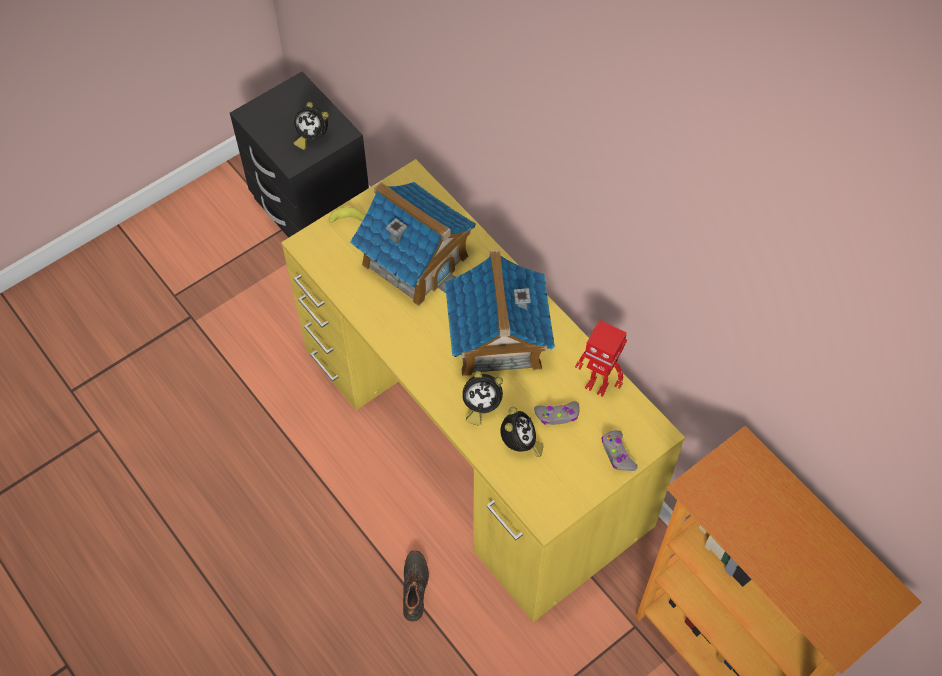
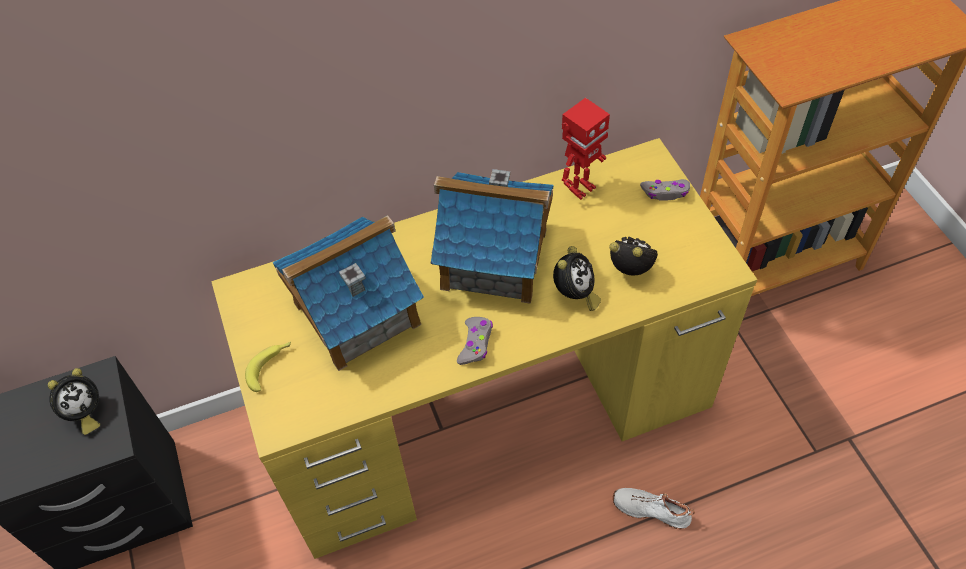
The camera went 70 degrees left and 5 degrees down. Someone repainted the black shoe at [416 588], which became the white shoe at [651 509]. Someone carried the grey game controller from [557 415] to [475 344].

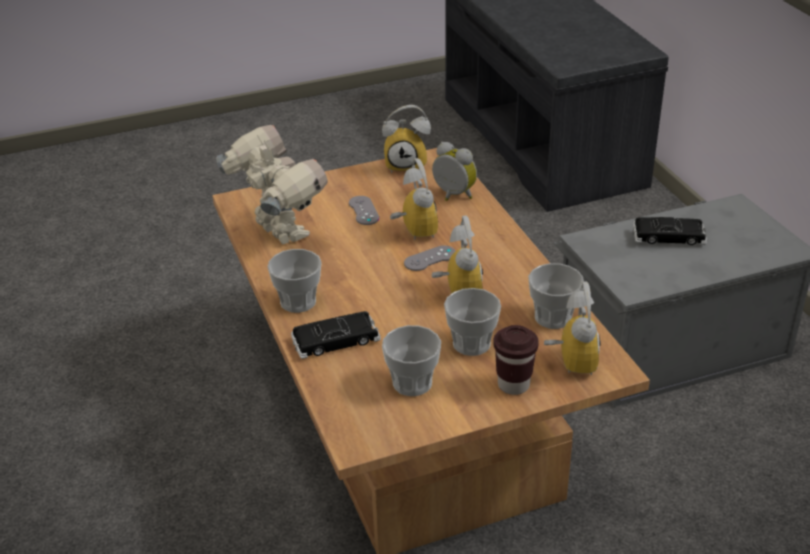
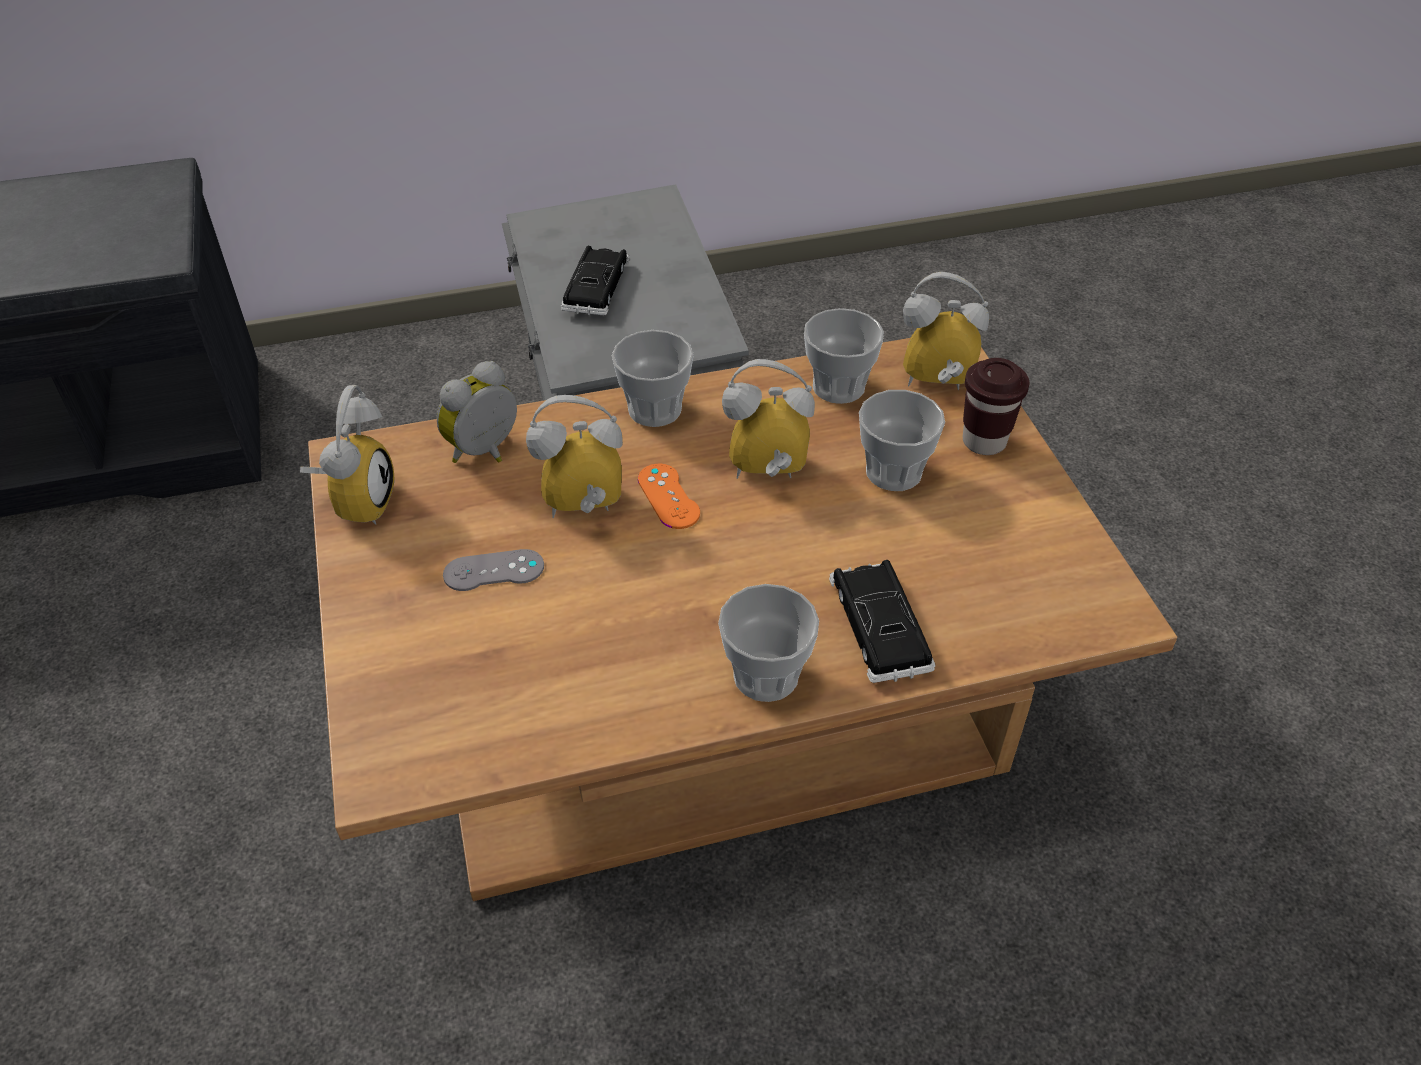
The camera went 85 degrees left and 10 degrees up. Someone took away the toy robot at [278 232]. Someone carried the cup from [412 383] to [654 409]. Someone repainted the grey game controller at [430 258], which became the orange game controller at [668 496].

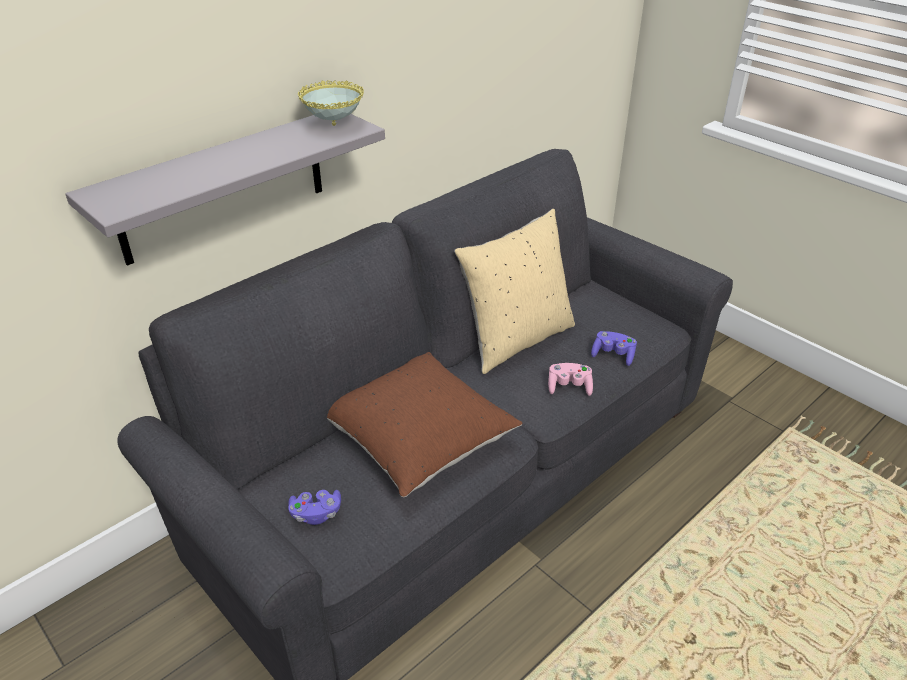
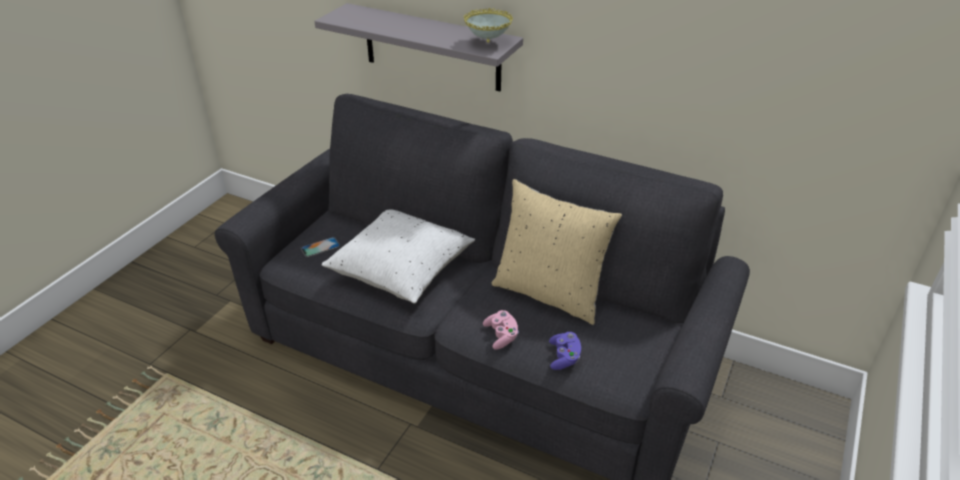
The camera went 70 degrees right and 0 degrees up. Someone swapped the purple game controller at [316 514] for the phone at [320 247]. Someone repainted the brown pillow at [418 441], which became the white pillow at [401 271].

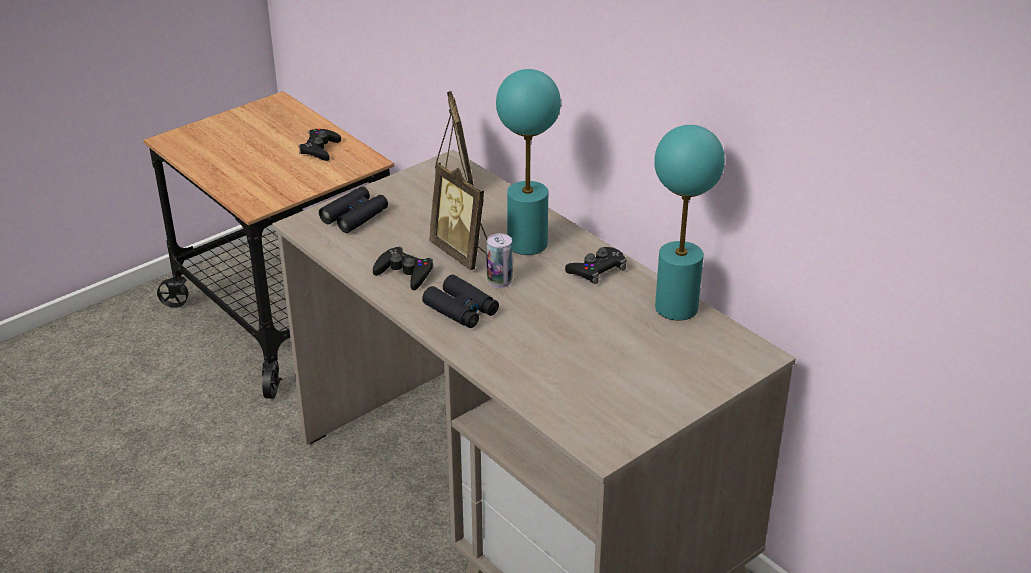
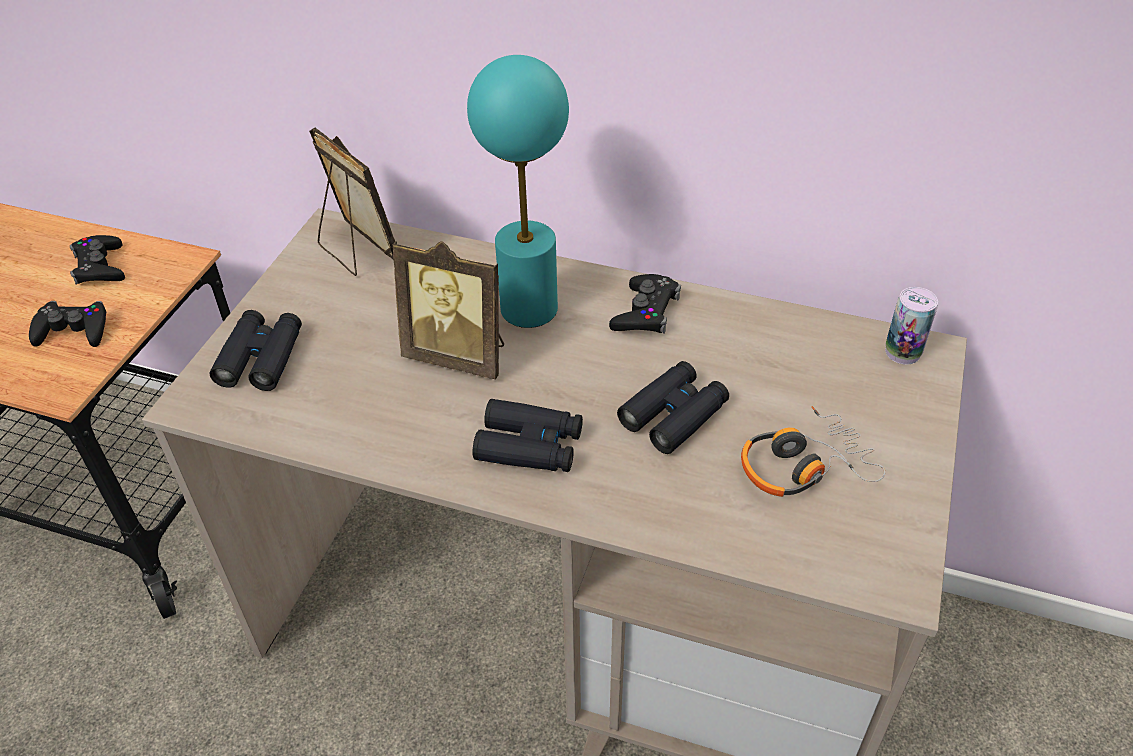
The camera went 30 degrees left and 10 degrees up. Someone carried the black game controller from [404 273] to [73 330]. Someone carried the can from [499 281] to [902 352]. Someone took away the turquoise table lamp at [676 308]. Someone put down the black binoculars at [674 415]. Someone put down the headphones at [803 466].

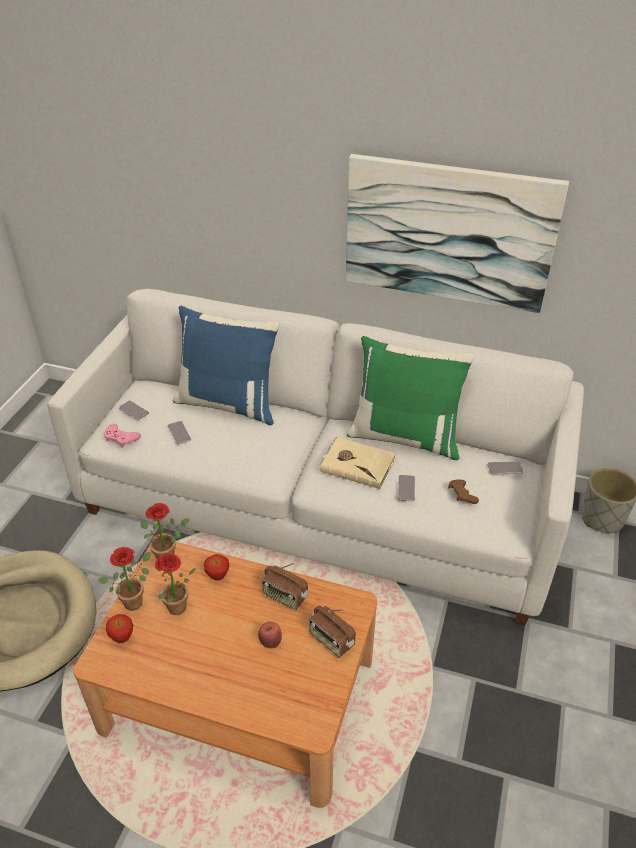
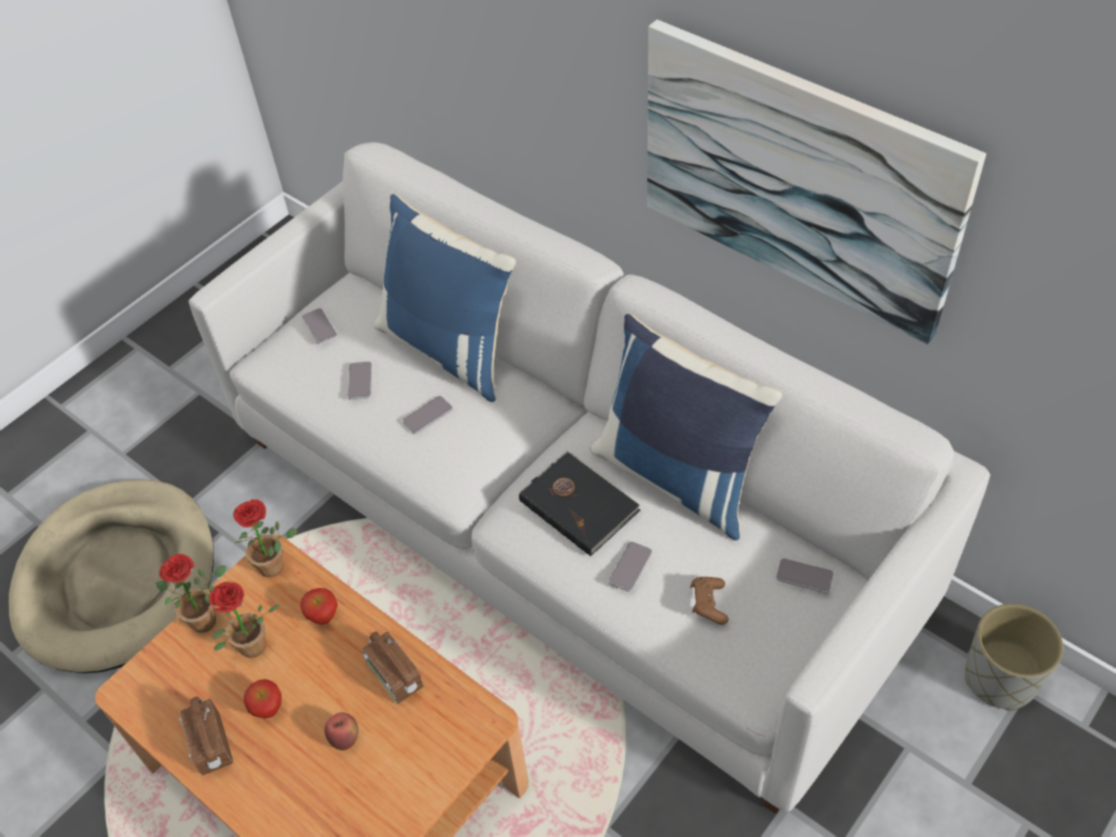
The camera went 25 degrees right and 10 degrees up. Someone took away the pink game controller at [121 438]. Someone carried the apple from [122 638] to [269 710]. Someone carried the radio from [331 640] to [211 746]. Someone repainted the beige book at [357 464], which became the black book at [579 504]. Someone repainted the green pillow at [405 436], which became the blue pillow at [679 475]. Someone put down the phone at [428 415].

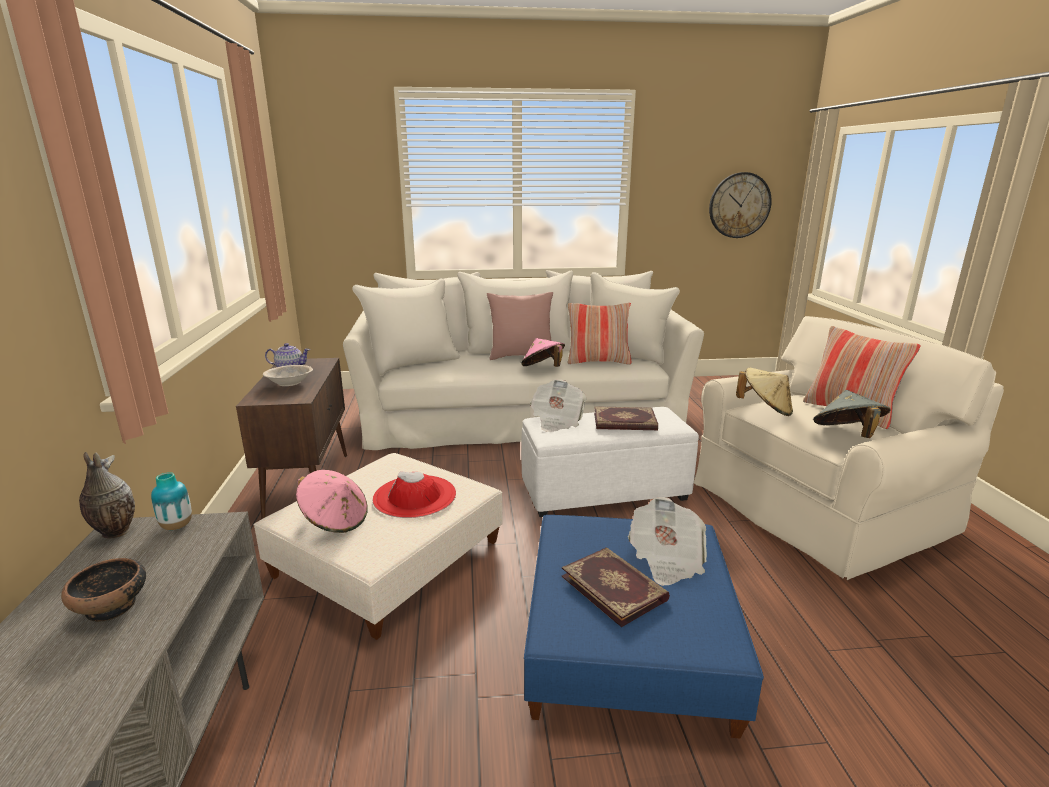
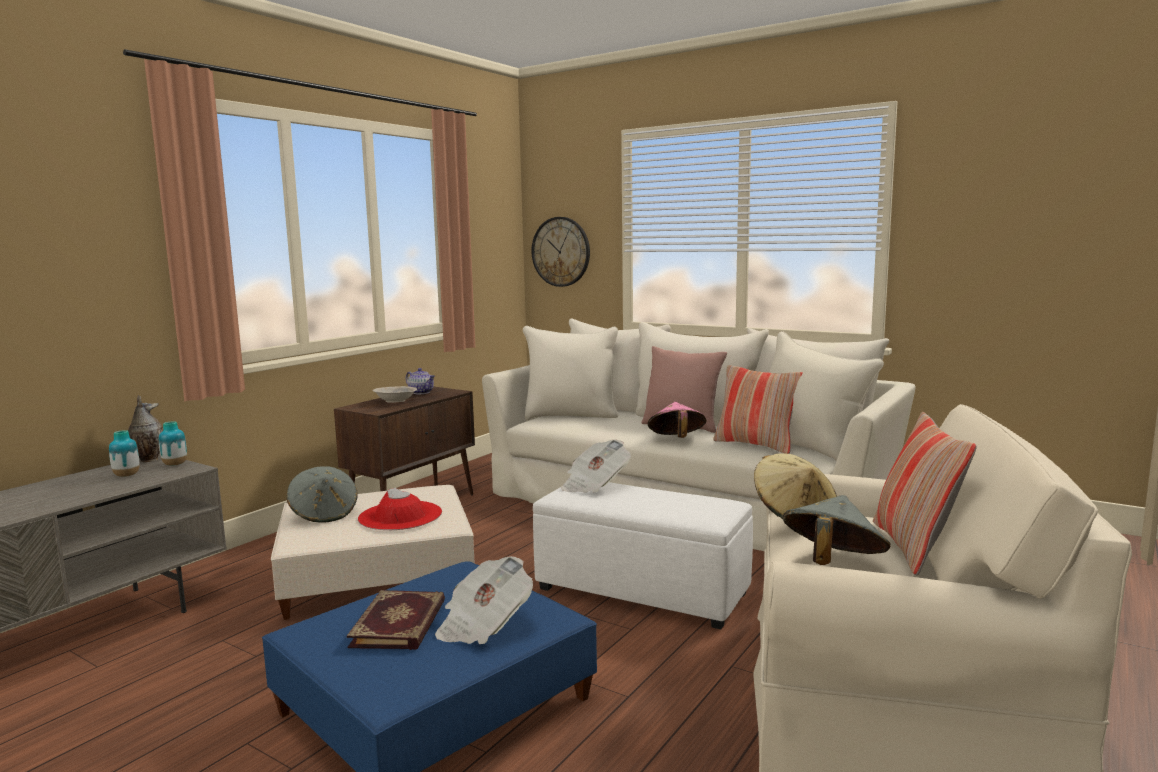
The camera went 40 degrees right and 10 degrees down. Someone took away the bowl at [112 607]. Someone repainted the pink hat at [335 520], which became the grey hat at [324 514]. Someone took away the book at [625 422]. Someone carried the wall clock from [739 205] to [561 251]. Someone put down the vase at [126 475].

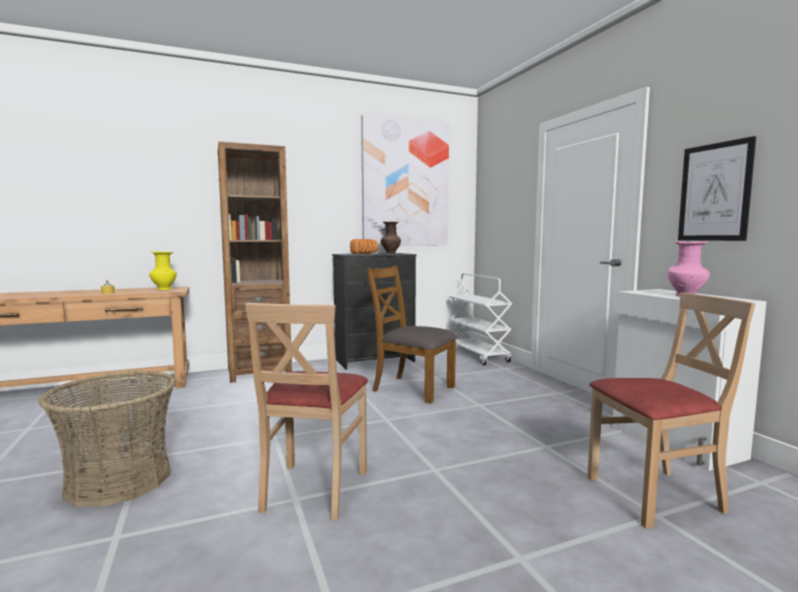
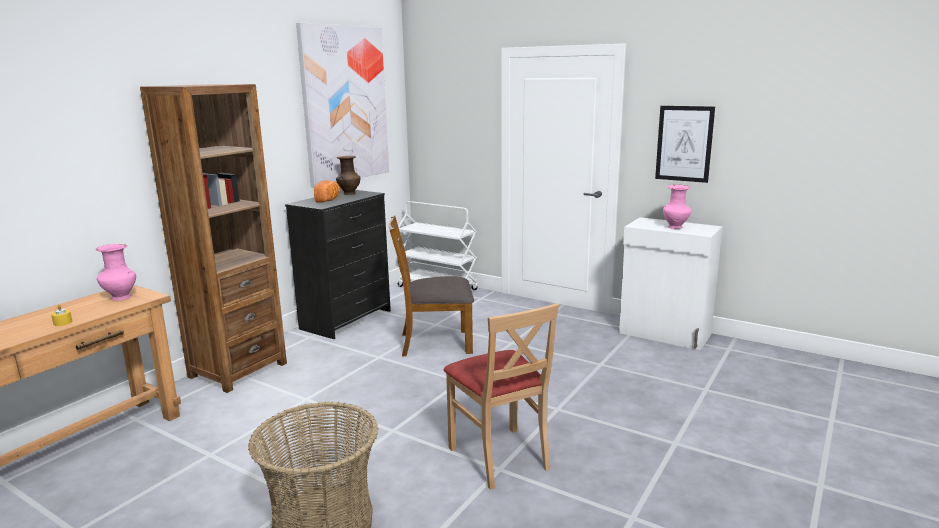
The camera went 35 degrees left and 10 degrees up. Someone repainted the yellow vase at [163 289], which became the pink vase at [120 297]. Someone took away the beige chair at [655 496].

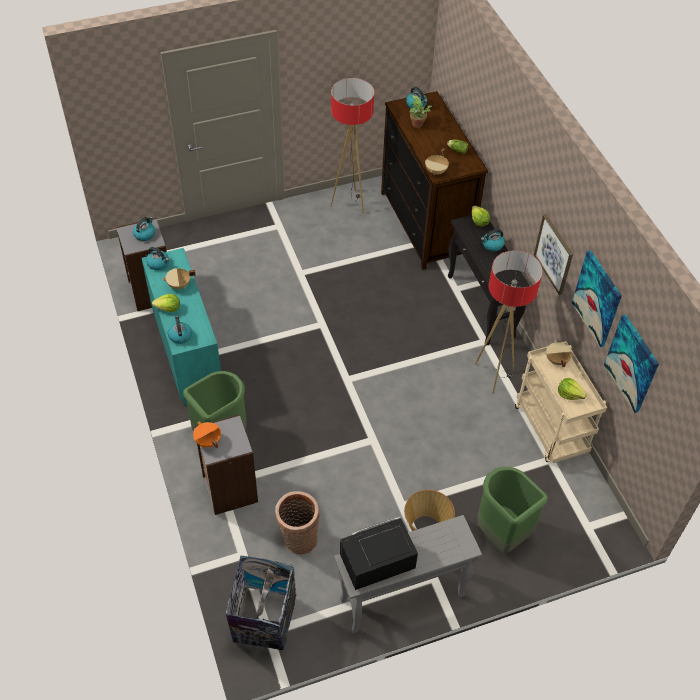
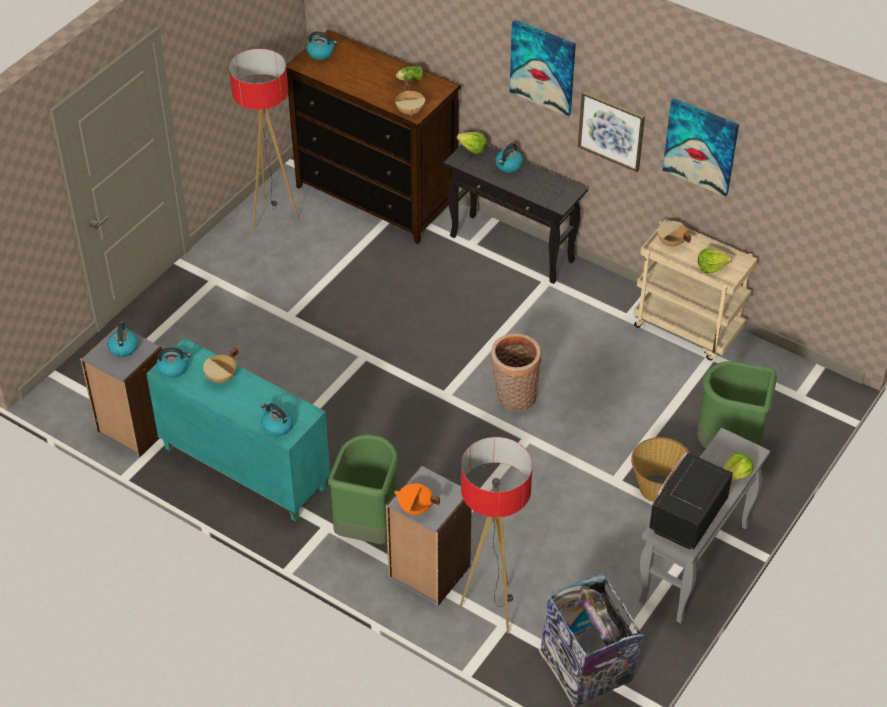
The camera went 35 degrees left and 5 degrees down. Someone carried the lettuce from [168 308] to [735 475]. Someone carried the basket from [298 539] to [514 398]. Someone took away the potted plant at [418 125]. Someone carried the floor lamp from [494 375] to [492 609]. Someone carried the picture from [632 363] to [543 67].

